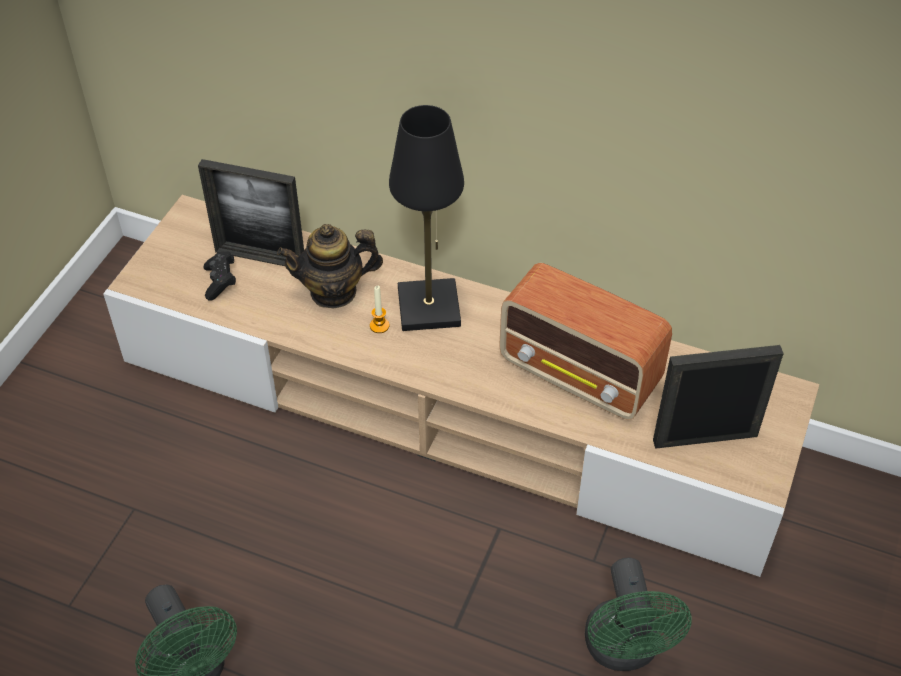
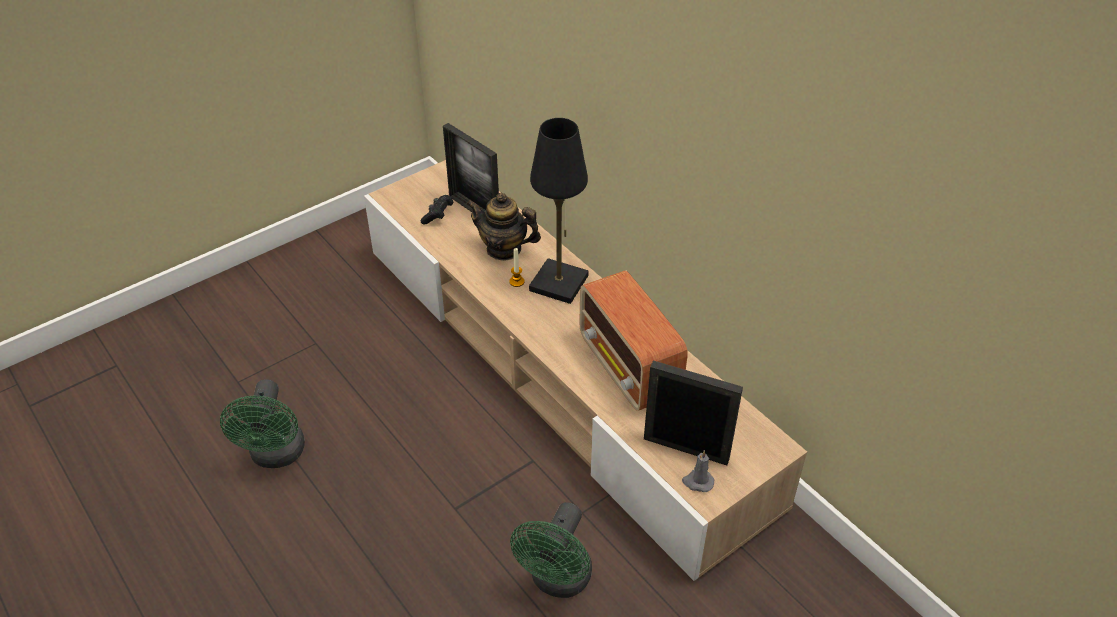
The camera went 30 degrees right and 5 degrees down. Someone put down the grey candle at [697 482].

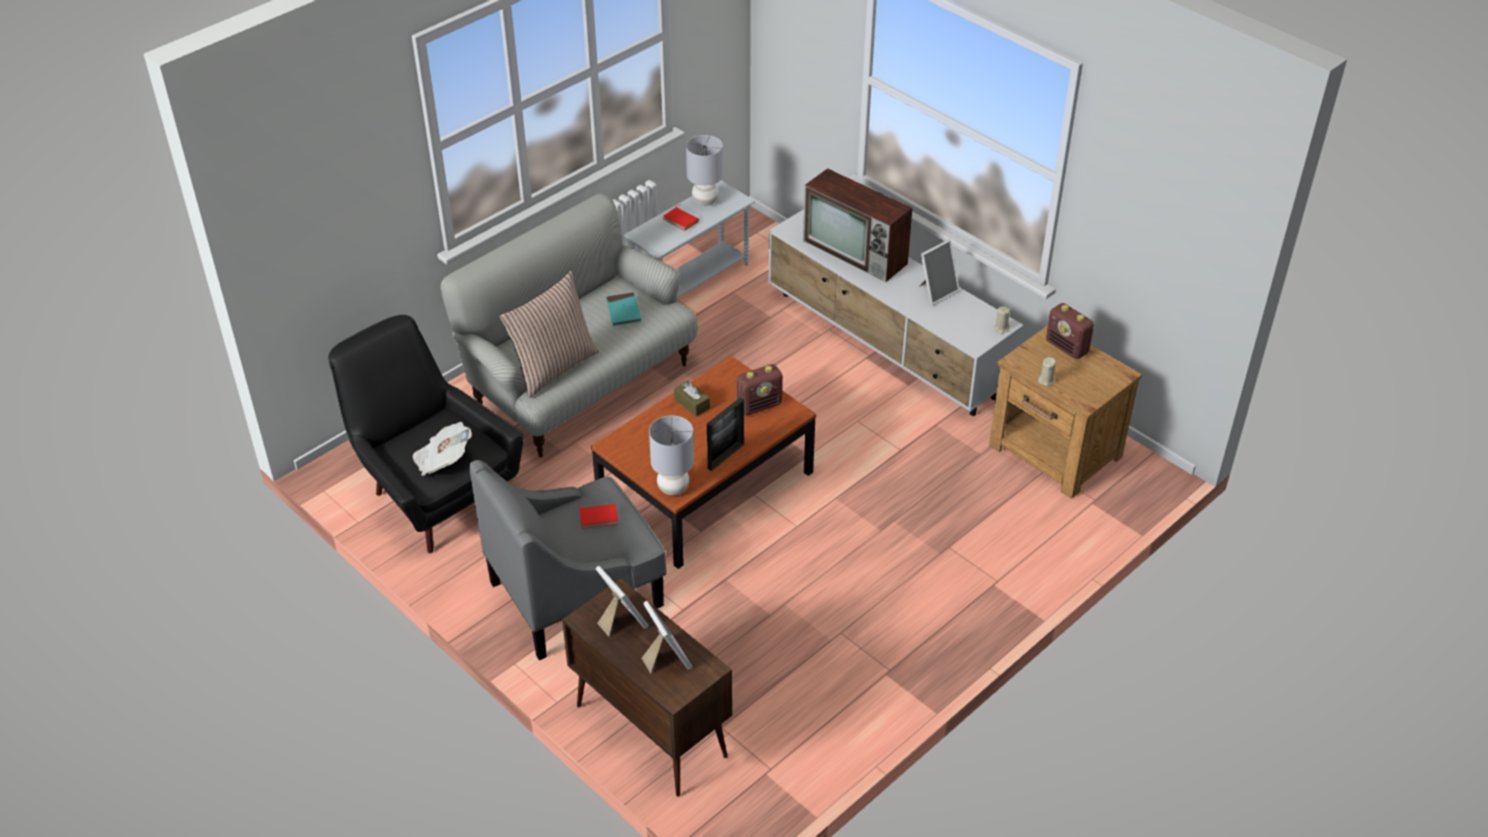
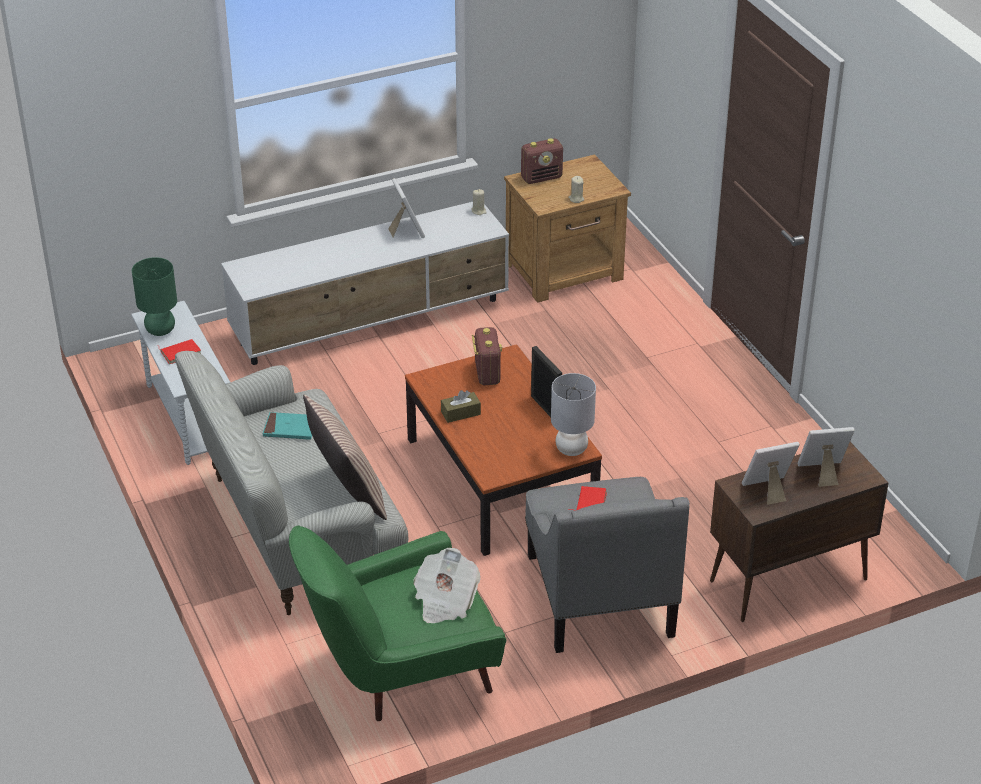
The camera went 70 degrees left and 5 degrees down. Someone repainted the black armchair at [433 492], which became the green armchair at [401 674]. Someone repainted the grey table lamp at [705 200], which became the green table lamp at [160 330]. Someone took away the television at [857 253].

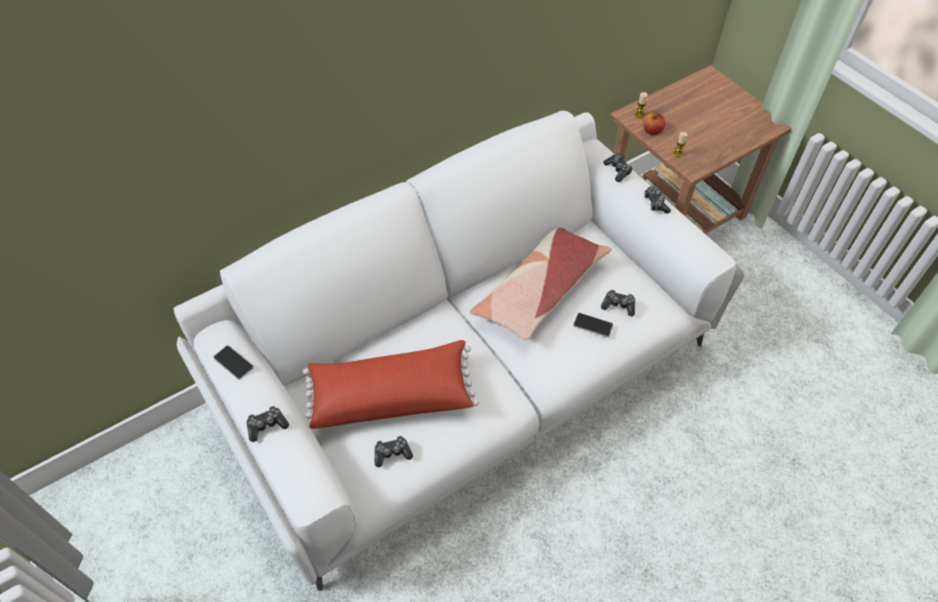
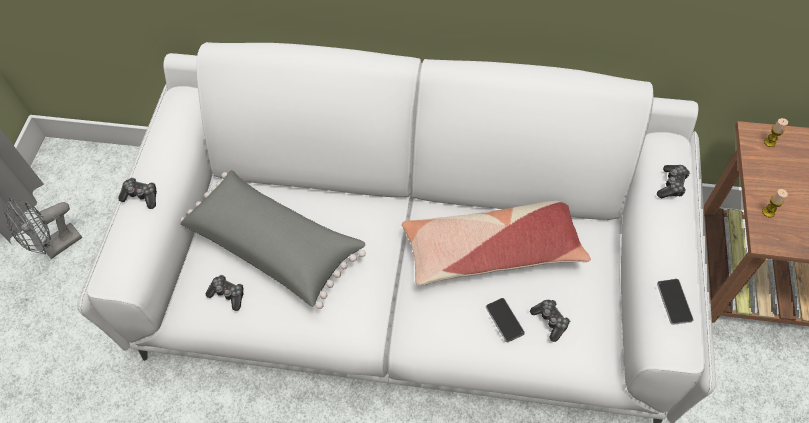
The camera went 45 degrees right and 5 degrees up. Someone carried the phone from [233 363] to [674 302]. Someone repainted the red pillow at [391 395], which became the grey pillow at [275 245]. Someone took away the apple at [652 131]. Someone took away the game controller at [655 203]. Someone put down the grey fan at [56 246].

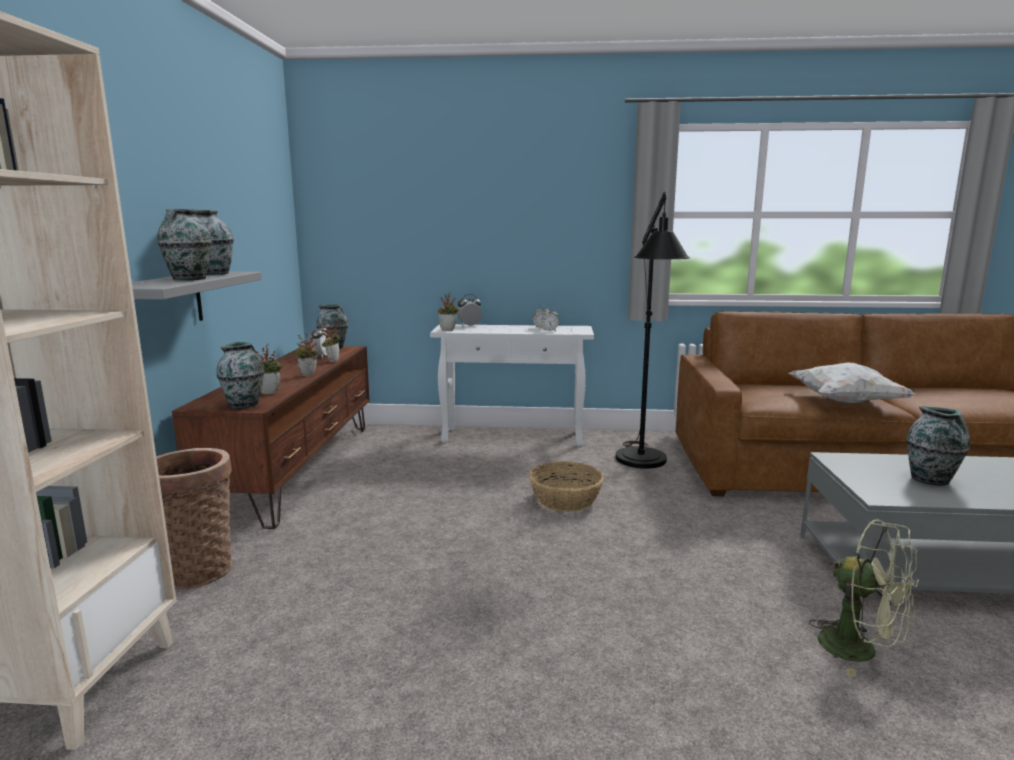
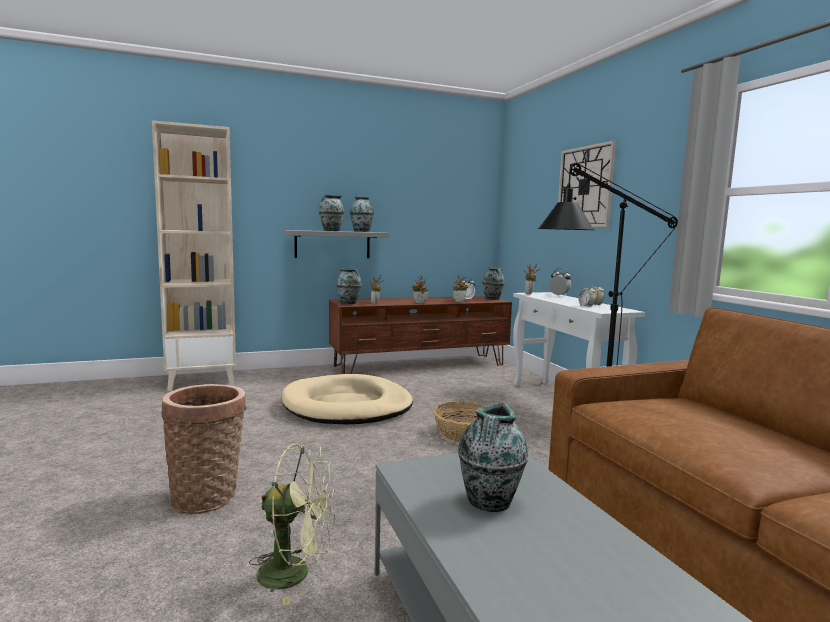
The camera went 65 degrees right and 5 degrees down. Someone carried the basket from [197 568] to [208 496]. Someone took away the white pillow at [845 402]. Someone rotated the green fan at [860 650] by 105 degrees counterclockwise. Someone put down the beige dog bed at [347 406]. Someone put up the wall clock at [585 186].

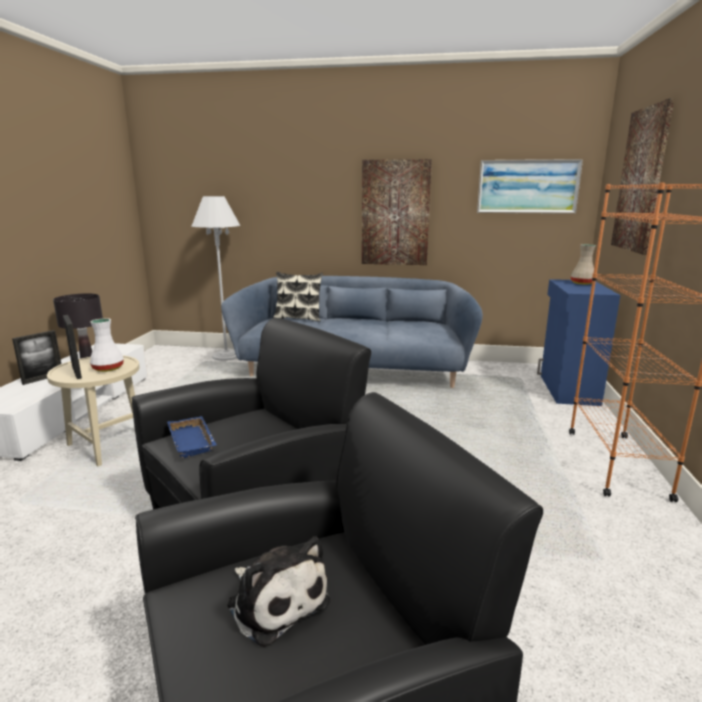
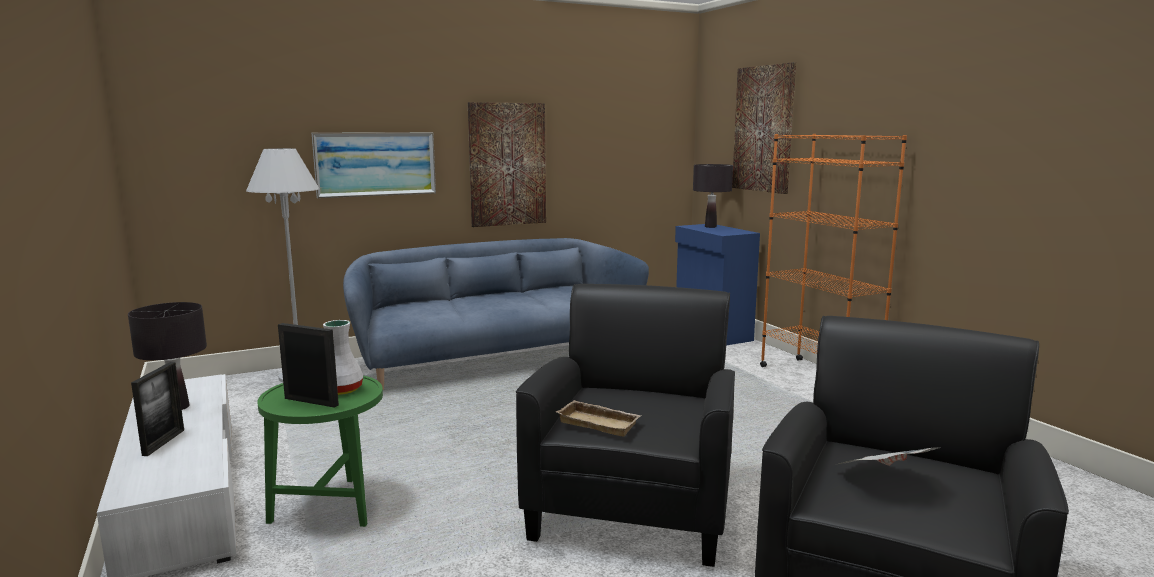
The camera went 35 degrees left and 5 degrees down. Someone repainted the beige side table at [107 446], which became the green side table at [330 506]. Someone repainted the blue tray at [194 441], which became the beige tray at [600 423]. Someone swapped the plush toy at [276 600] for the newspaper at [882 479]. Someone took away the pillow at [298 318]. Someone carried the picture from [527 186] to [375 164]. Someone swapped the beige vase at [582 283] for the black table lamp at [710 227].

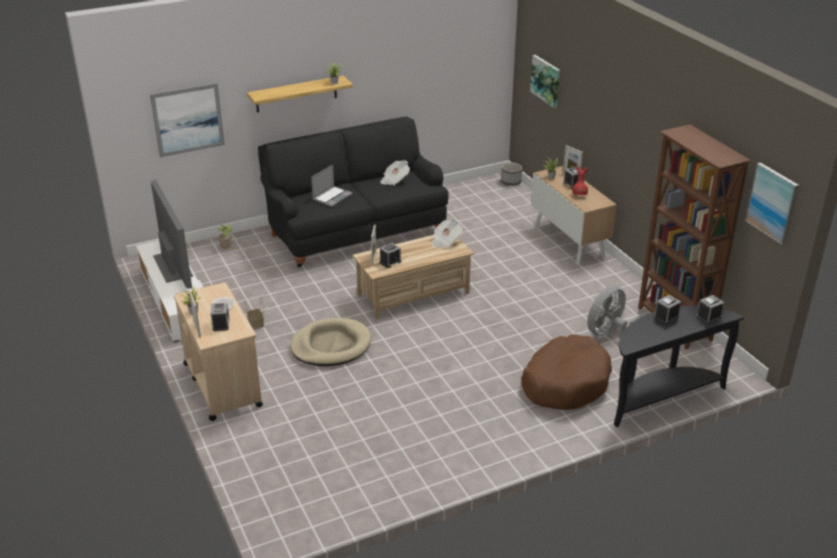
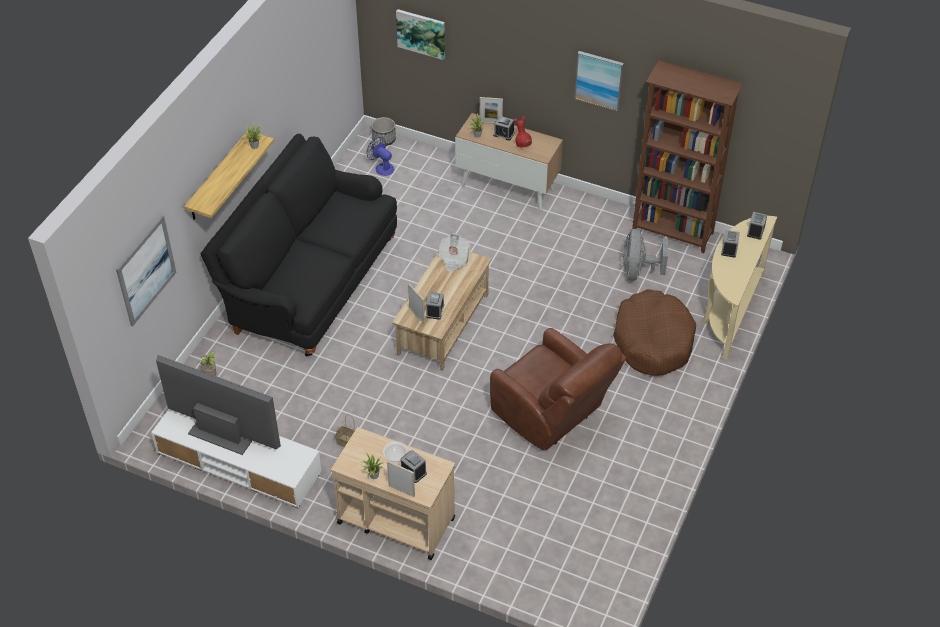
The camera went 40 degrees left and 15 degrees up. Someone took away the beige dog bed at [331 346]. Someone took away the laptop at [332 197]. Someone took away the newspaper at [394 180]. Someone repainted the black console table at [660 397], which became the beige console table at [729 311]. Someone carried the picture from [772 203] to [599 80]. Someone put down the fan at [382 167]. Someone put down the brown armchair at [552 416].

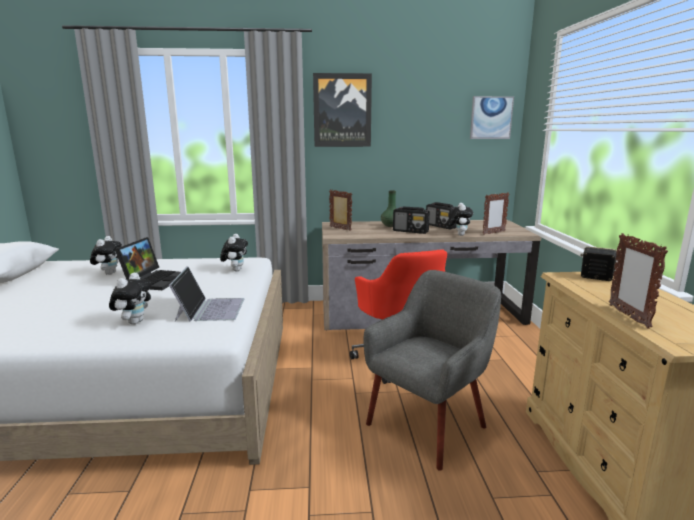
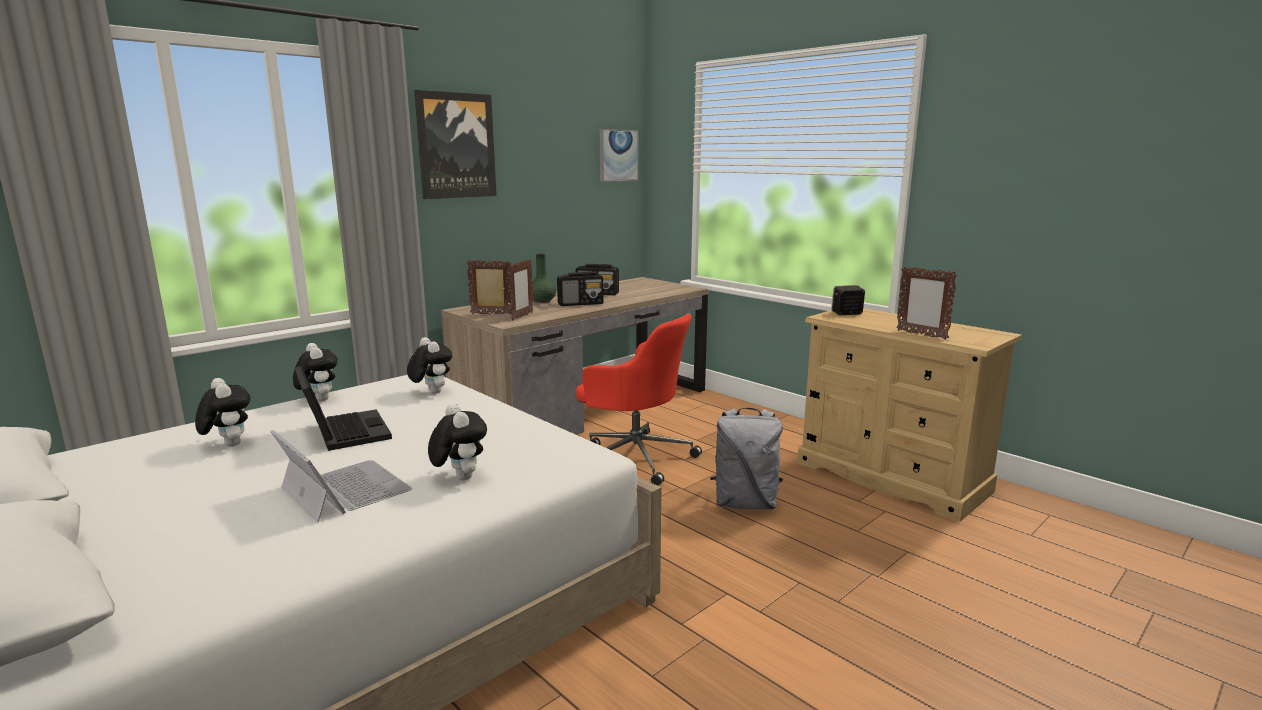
The camera went 40 degrees left and 0 degrees up. Someone carried the laptop from [210 309] to [344 489]. Someone swapped the grey armchair at [428 425] for the grey backpack at [745 503]. Someone carried the plush toy from [459 235] to [318 399]. Someone carried the picture frame from [493 233] to [522 316].

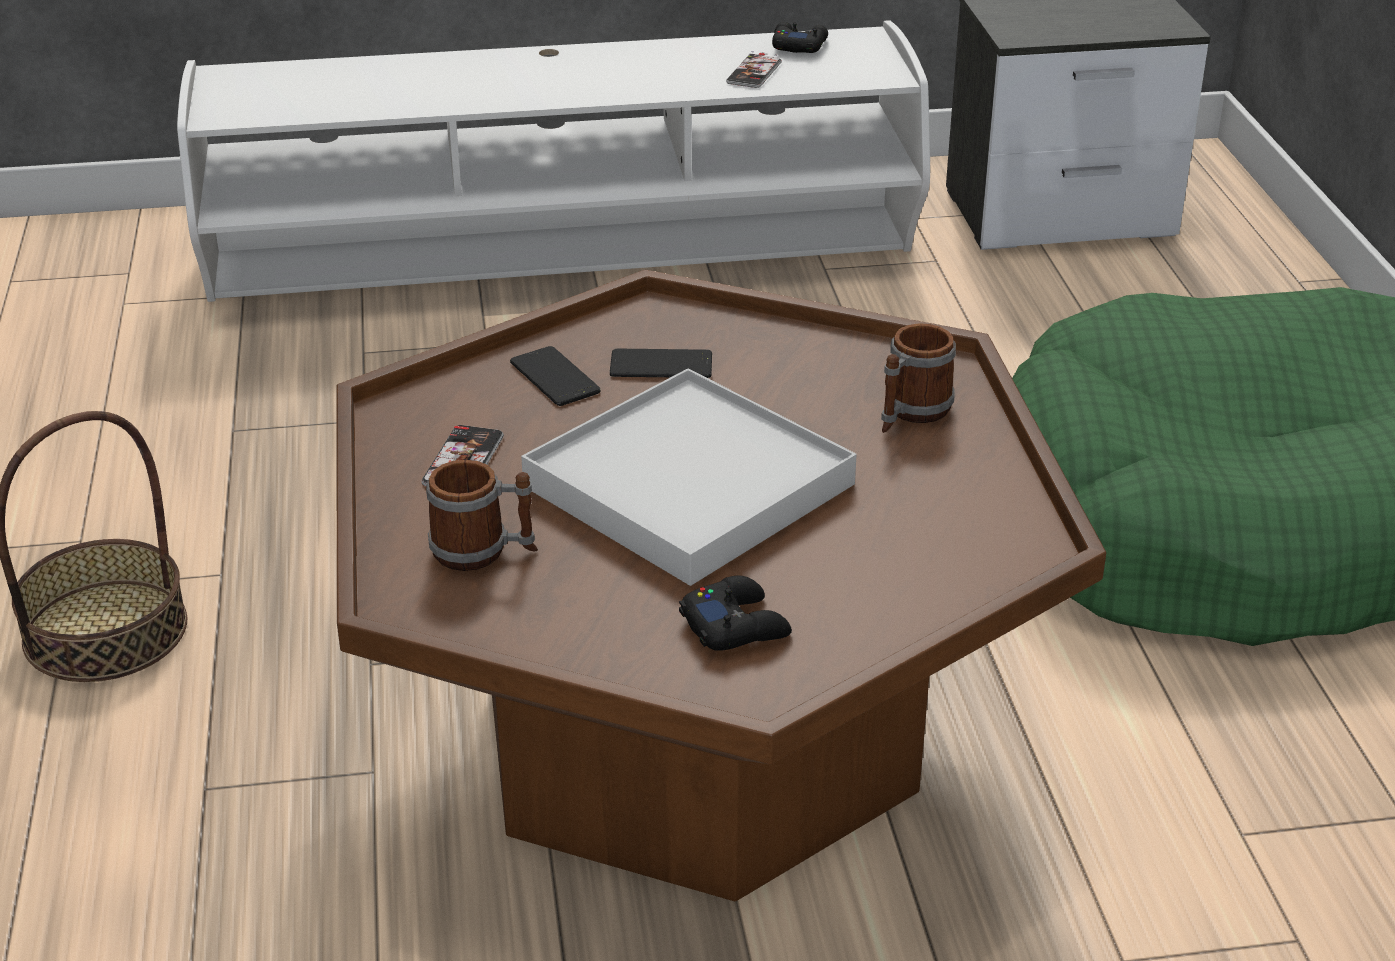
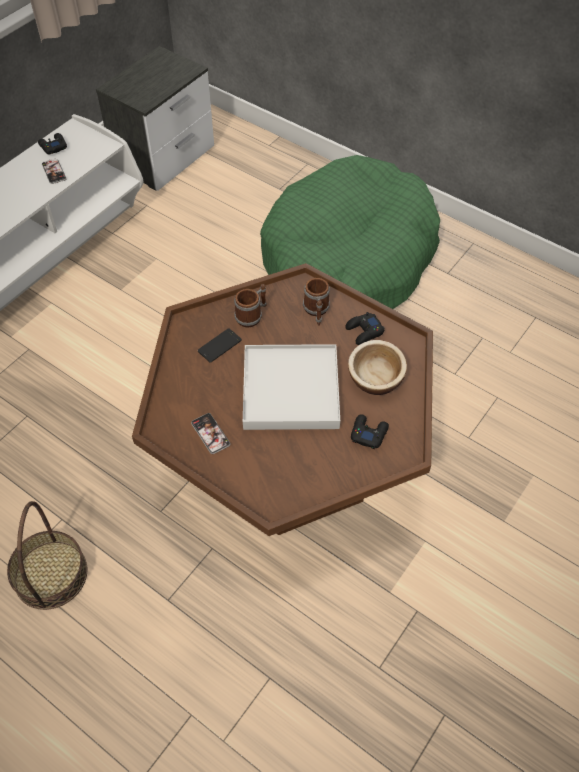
The camera went 45 degrees left and 20 degrees up. Someone carried the mug from [483 551] to [252 315]. Someone took away the phone at [554 377]. Someone put down the black game controller at [364 332]. Someone put down the bowl at [375 379].

